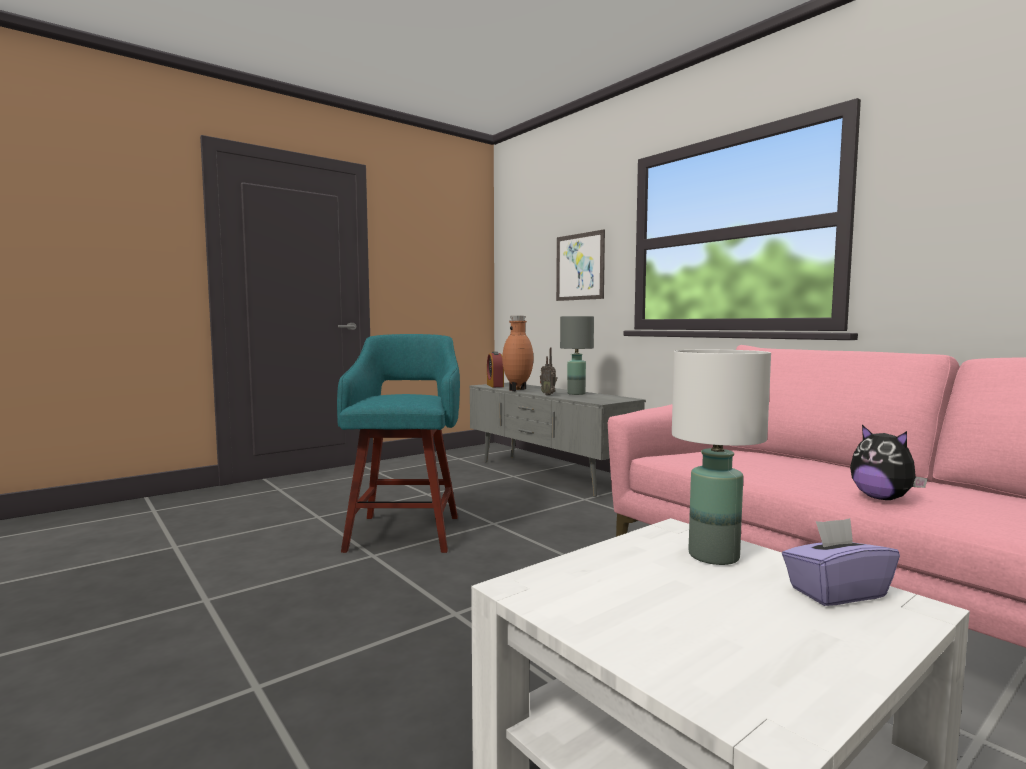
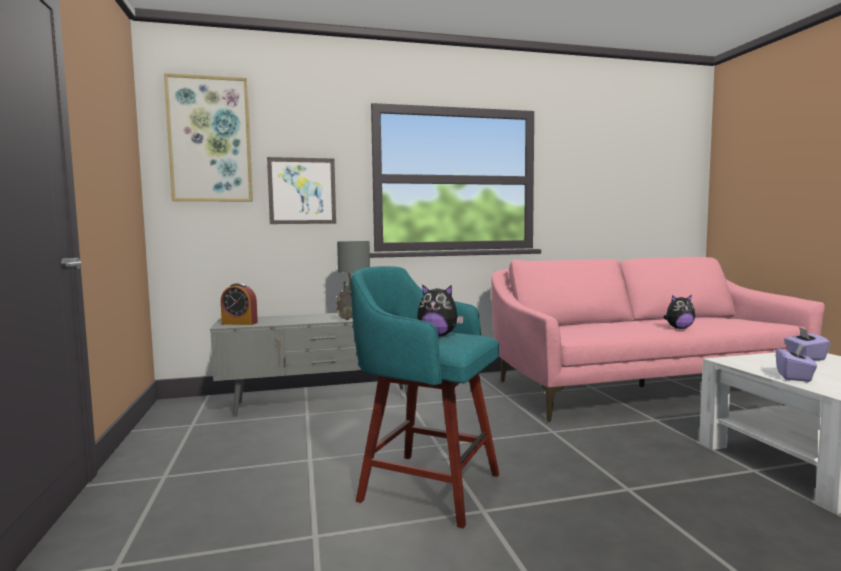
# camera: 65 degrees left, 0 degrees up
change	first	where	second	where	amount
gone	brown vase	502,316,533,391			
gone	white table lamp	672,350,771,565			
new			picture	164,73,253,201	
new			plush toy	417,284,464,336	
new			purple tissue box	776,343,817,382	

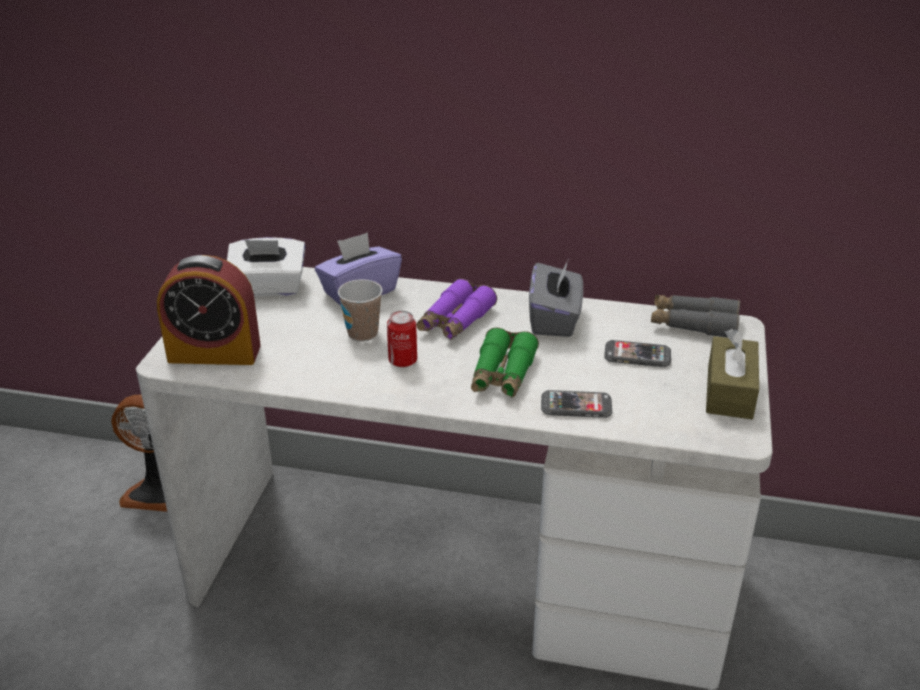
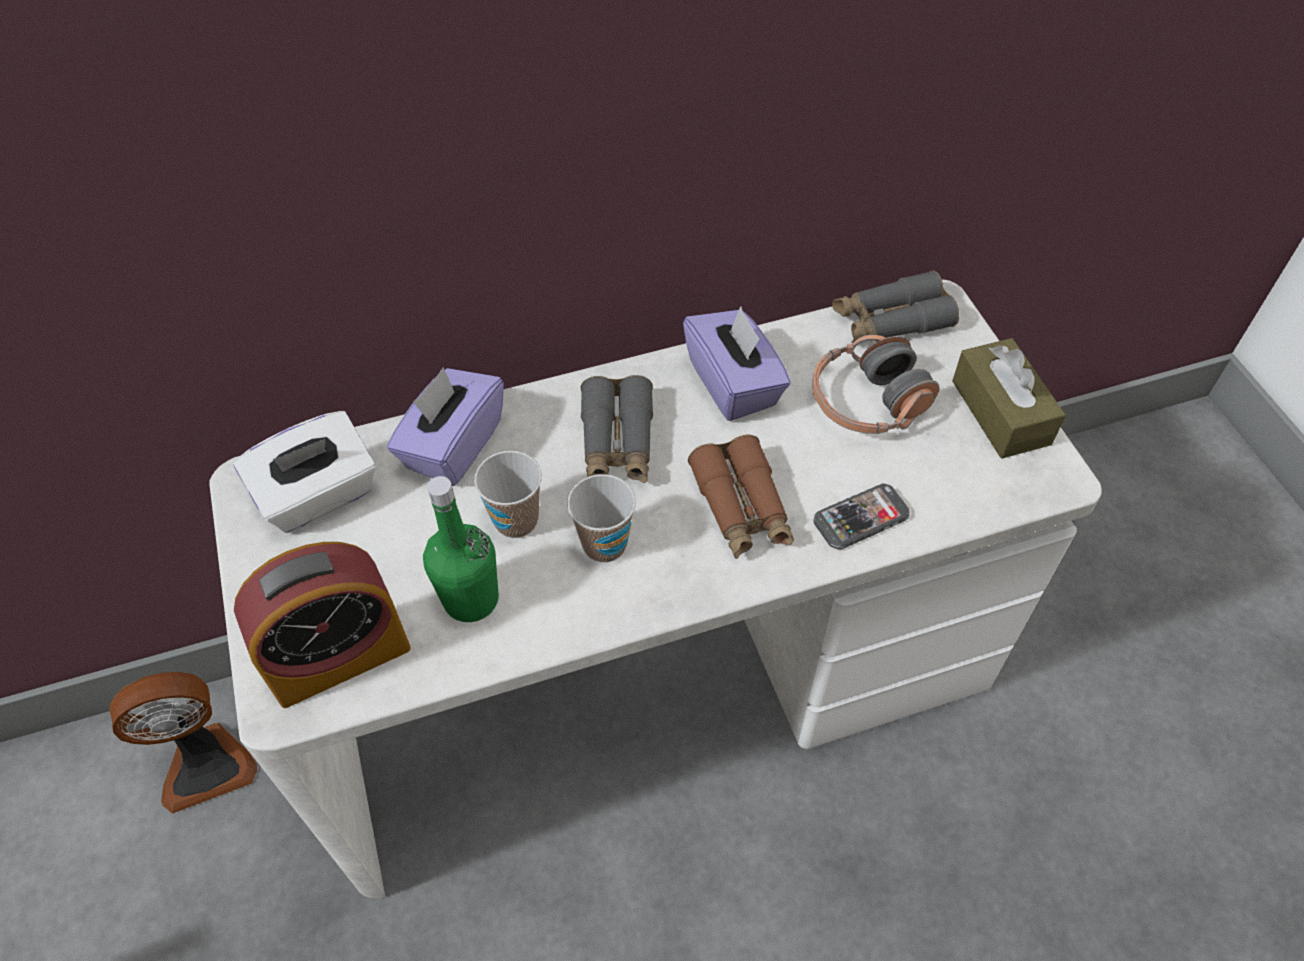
# camera: 30 degrees left, 20 degrees up
change	first	where	second	where	amount
repainted	grey tissue box	529,261,583,337	purple tissue box	683,306,791,421	
repainted	purple binoculars	416,278,497,340	grey binoculars	581,375,653,483	
swapped	can	387,311,417,367	cup	567,474,636,563	
repainted	green binoculars	471,327,539,398	brown binoculars	688,435,794,559	
swapped	phone	604,340,671,367	headphones	812,335,940,434	
new			green bottle	423,476,499,622	

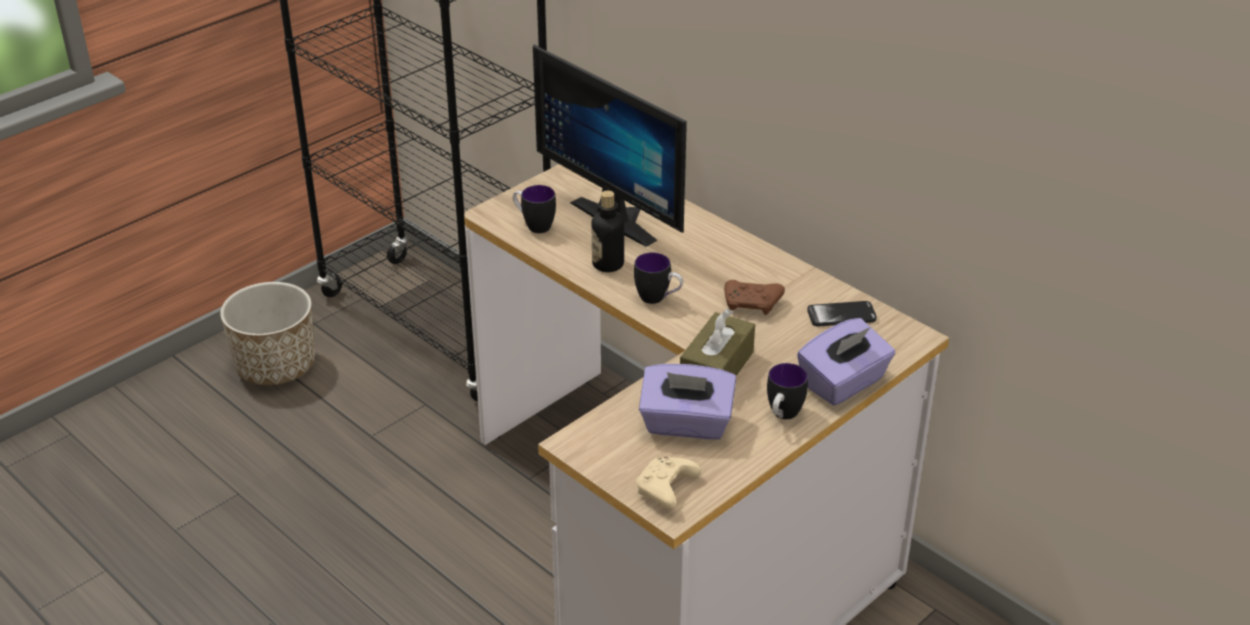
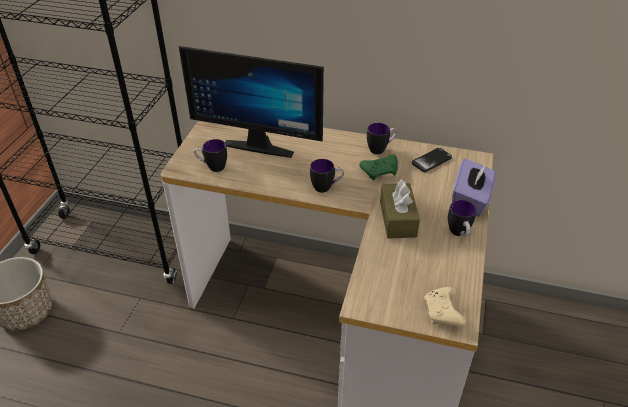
# camera: 30 degrees left, 5 degrees up
change	first	where	second	where	amount
gone	bottle	591,190,624,272			
repainted	brown game controller	724,280,785,315	green game controller	359,154,398,180	
gone	purple tissue box	639,364,736,440			
new			mug	367,123,397,154	

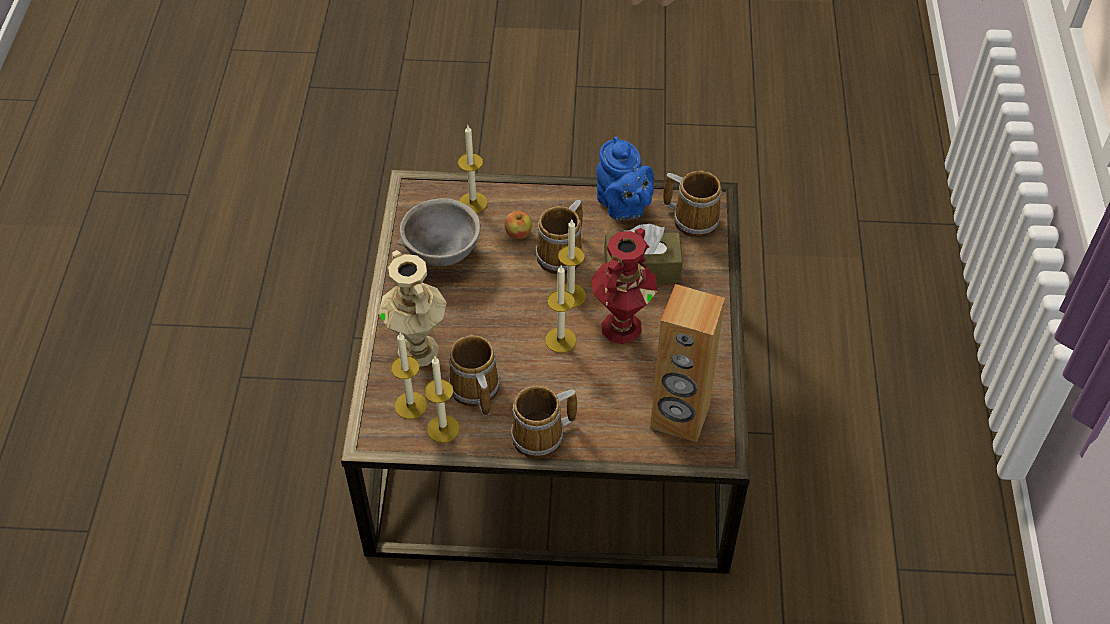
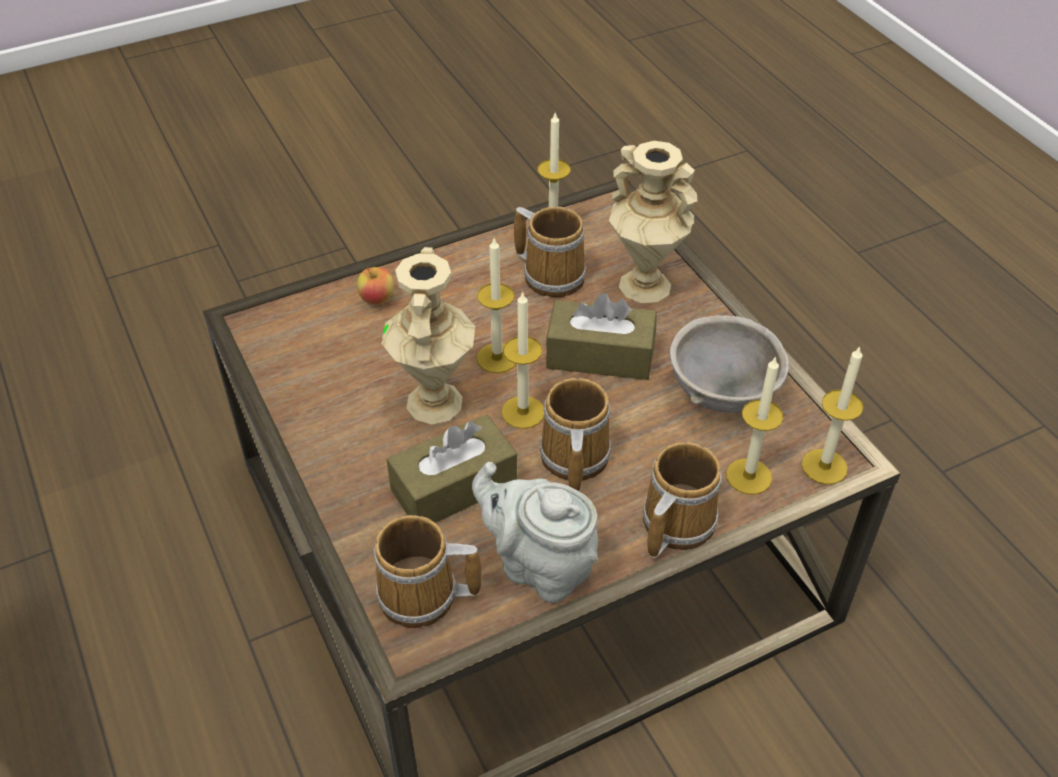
# camera: 150 degrees right, 5 degrees down
change	first	where	second	where	amount
repainted	blue teapot	596,137,654,220	grey teapot	472,462,598,603	
shifted	apple	504,211,532,239		357,267,394,305	
repainted	red vase	591,228,657,344	beige vase	381,247,475,425	
gone	brown speaker	650,284,725,442			
shifted	candle	391,333,427,419		802,346,863,485	
shifted	mug	511,386,577,459		643,442,722,558	
new			brown tissue box	546,293,657,380	

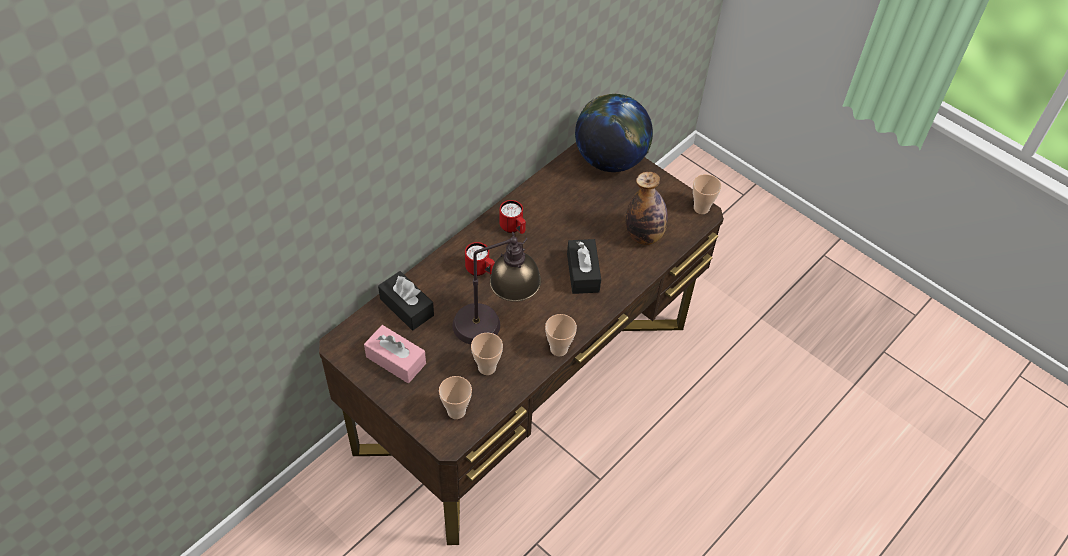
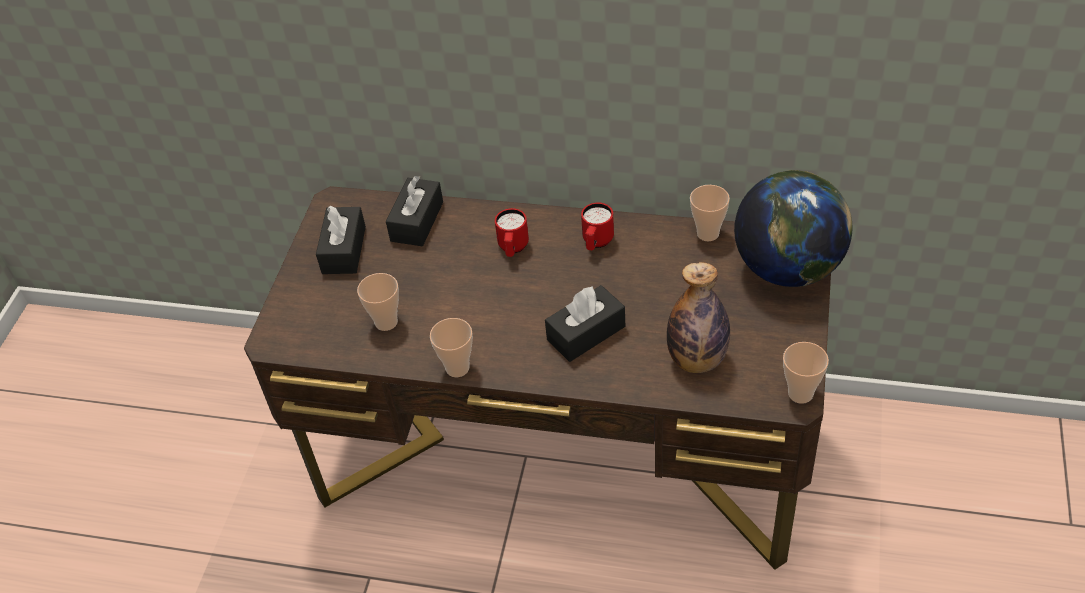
# camera: 65 degrees right, 5 degrees down
change	first	where	second	where	amount
gone	table lamp	452,232,541,344			
repainted	pink tissue box	364,325,426,383	black tissue box	316,206,366,274	
shifted	cup	439,376,472,419		690,185,730,241	

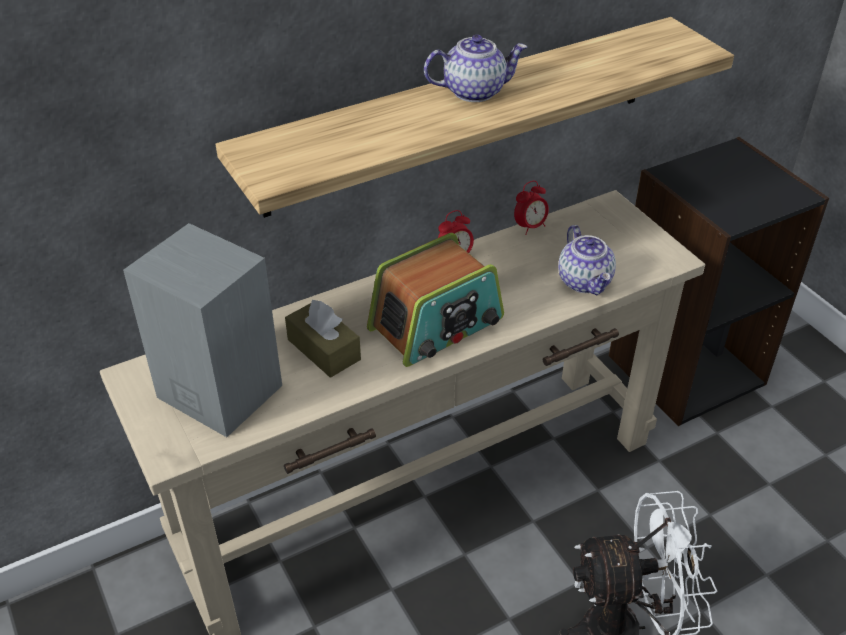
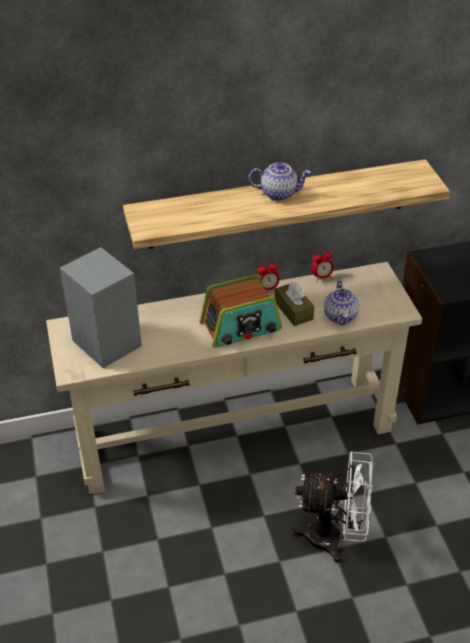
# camera: 15 degrees right, 0 degrees up
change	first	where	second	where	amount
shifted	brown tissue box	285,299,361,378		275,281,314,326	

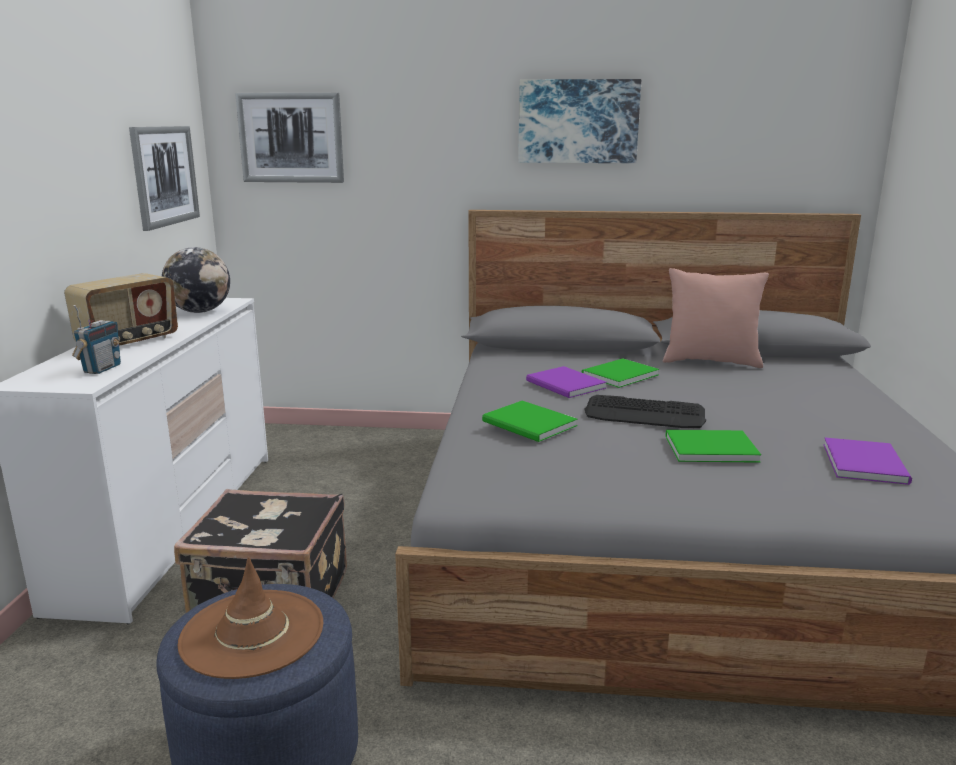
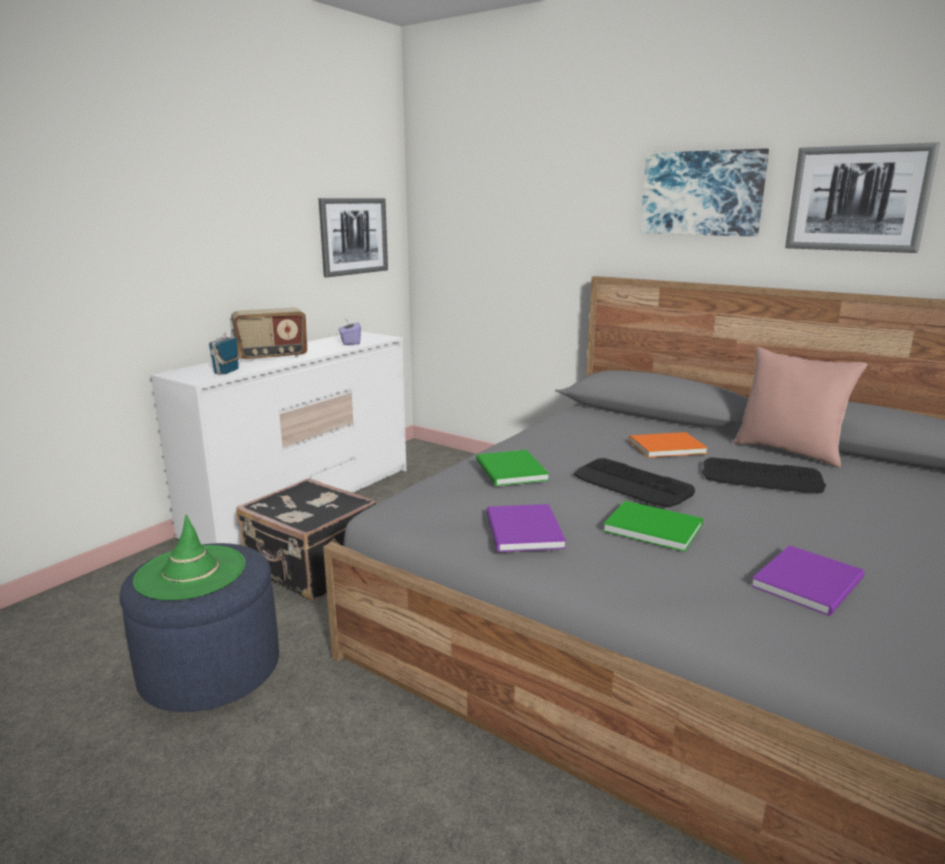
# camera: 30 degrees right, 0 degrees up
change	first	where	second	where	amount
shifted	picture	235,93,344,183		785,142,940,253	
swapped	globe	162,247,230,313	purple tissue box	338,319,361,345	
rotated	radio	72,305,121,374		209,320,242,375	150 degrees clockwise
repainted	green book	581,358,659,388	orange book	629,432,708,458	
shifted	purple book	526,366,607,398		487,504,566,552	
repainted	brown hat	178,557,323,679	green hat	133,514,246,600	
new			keyboard	702,457,826,493	

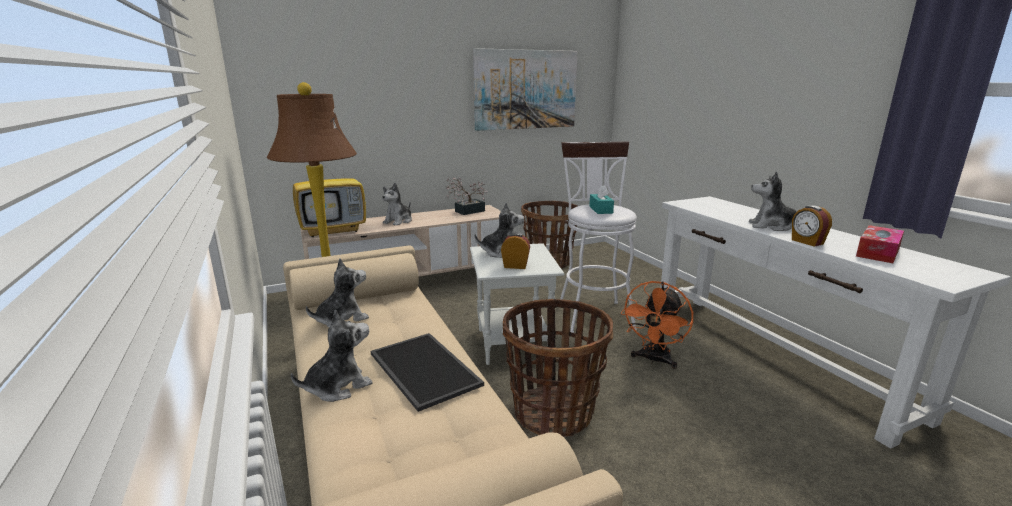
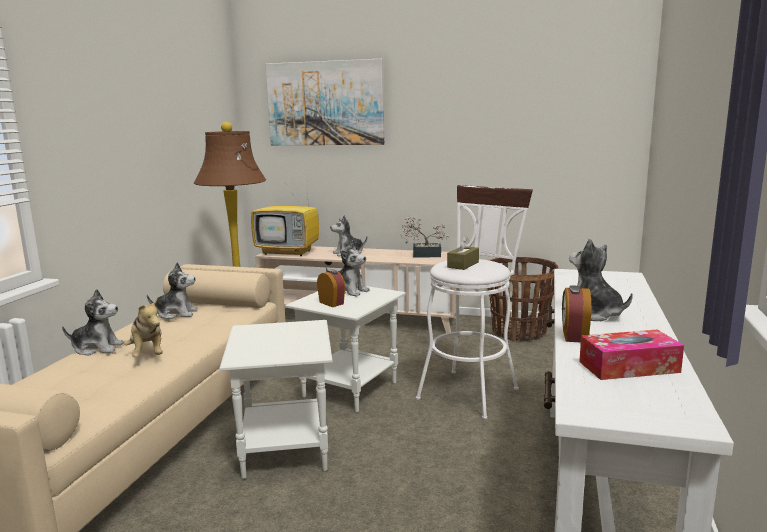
# camera: 40 degrees right, 5 degrees down
change	first	where	second	where	amount
shifted	picture	473,48,577,131		266,59,384,145	
repainted	turquoise tissue box	589,185,614,214	brown tissue box	447,236,479,270	
gone	orange fan	621,281,693,369			
swapped	basket	503,299,613,437	white side table	219,320,333,479	
swapped	tray	371,333,484,412	plush toy	124,298,163,357	

